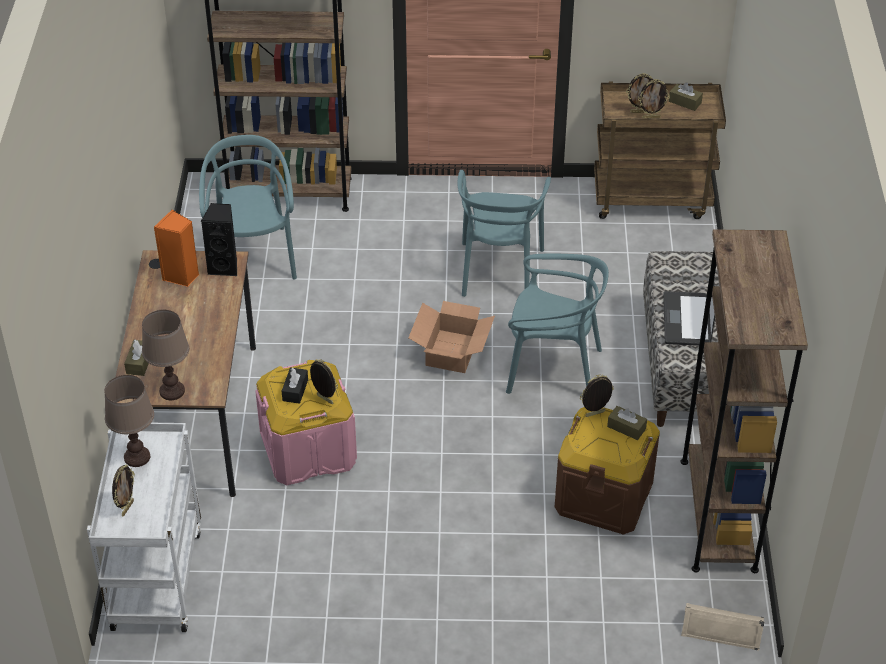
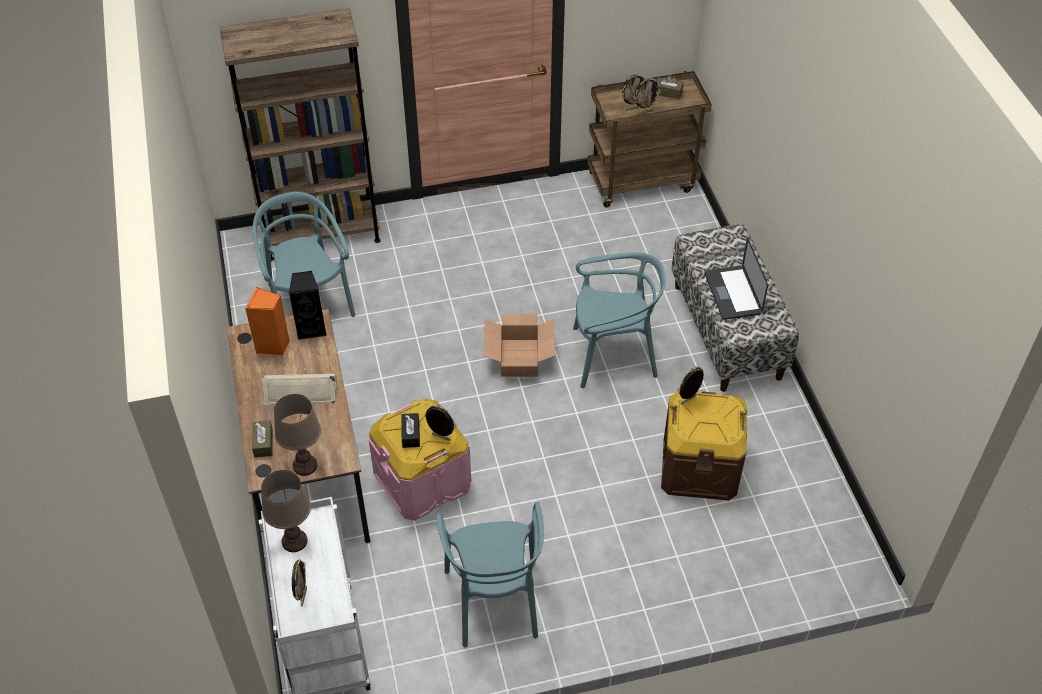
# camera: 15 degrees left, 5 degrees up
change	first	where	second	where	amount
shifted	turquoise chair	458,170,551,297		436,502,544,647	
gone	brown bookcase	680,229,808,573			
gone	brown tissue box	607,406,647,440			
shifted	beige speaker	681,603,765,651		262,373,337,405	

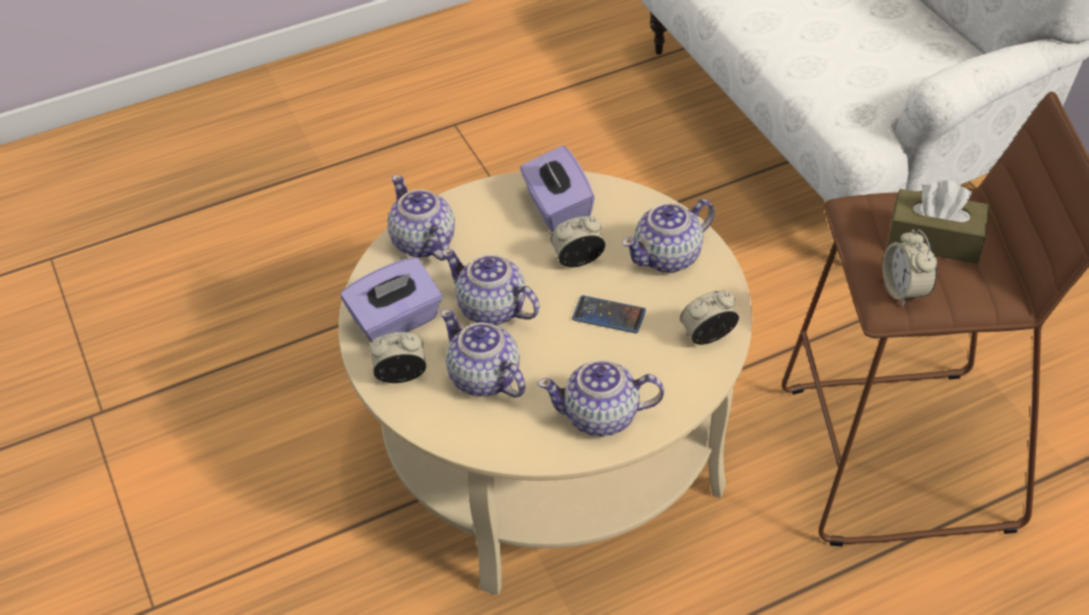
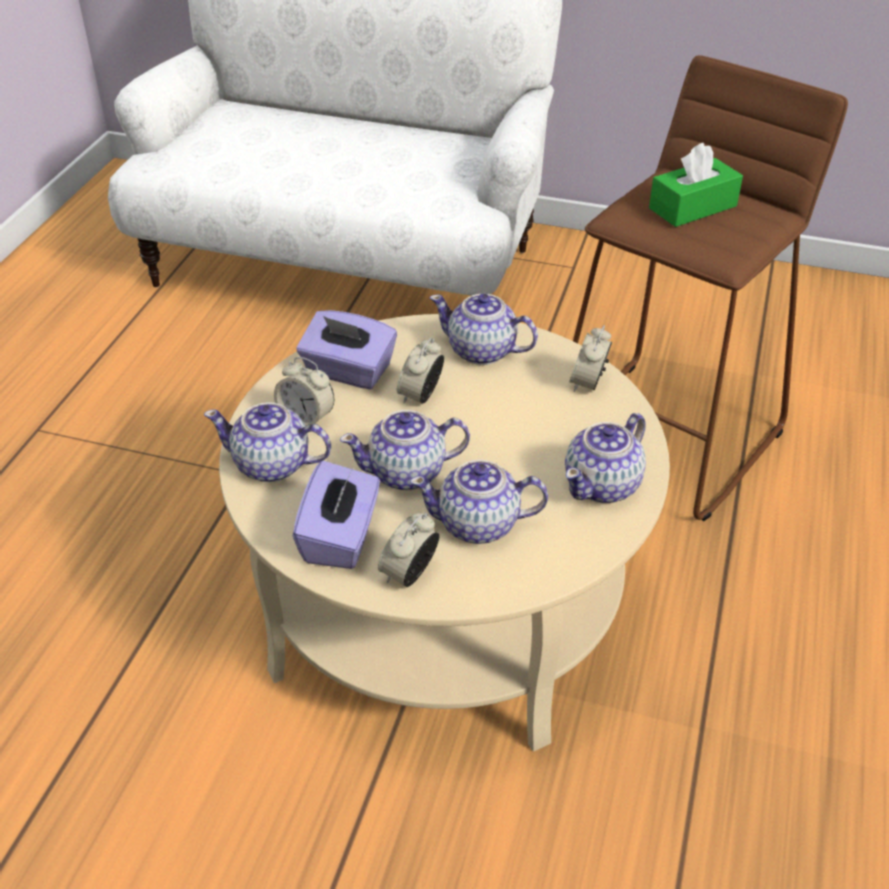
# camera: 50 degrees left, 5 degrees down
change	first	where	second	where	amount
repainted	brown tissue box	888,181,990,264	green tissue box	649,143,743,227	
rotated	teapot	622,199,714,273		430,294,538,365	105 degrees clockwise
shifted	alarm clock	882,229,937,306		274,357,334,426	
gone	phone	572,295,646,333			

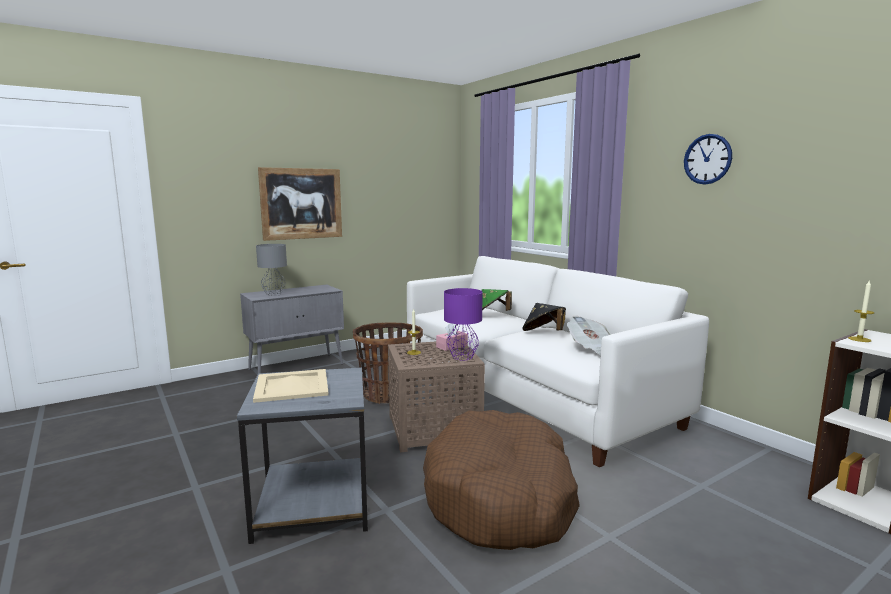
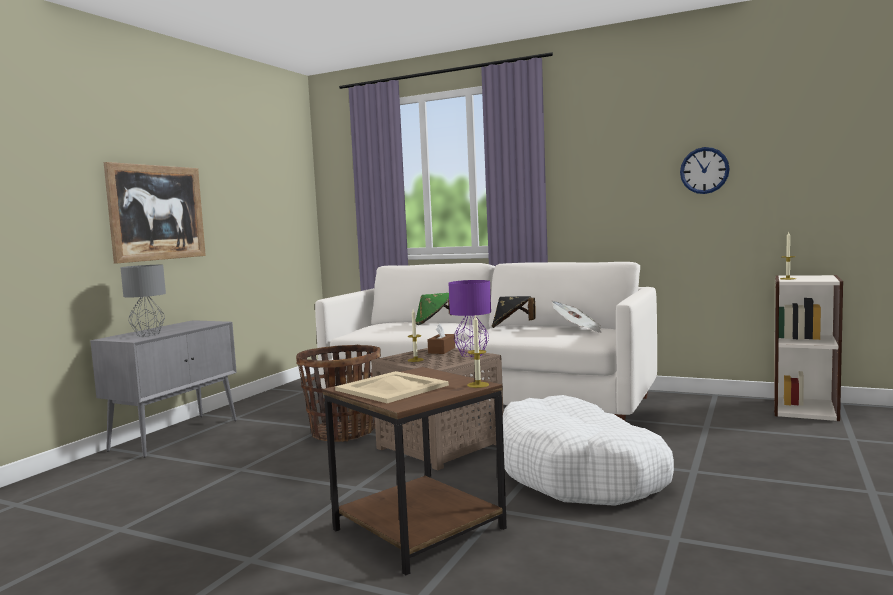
# camera: 30 degrees left, 5 degrees down
change	first	where	second	where	amount
shifted	wall clock	684,134,732,185		680,147,730,194	
repainted	pink tissue box	436,323,468,351	brown tissue box	428,323,455,354	
repainted	grey side table	237,368,368,544	brown side table	323,367,507,575	
repainted	brown dog bed	423,410,580,550	white dog bed	503,395,674,506	
new			candle	467,315,489,388	

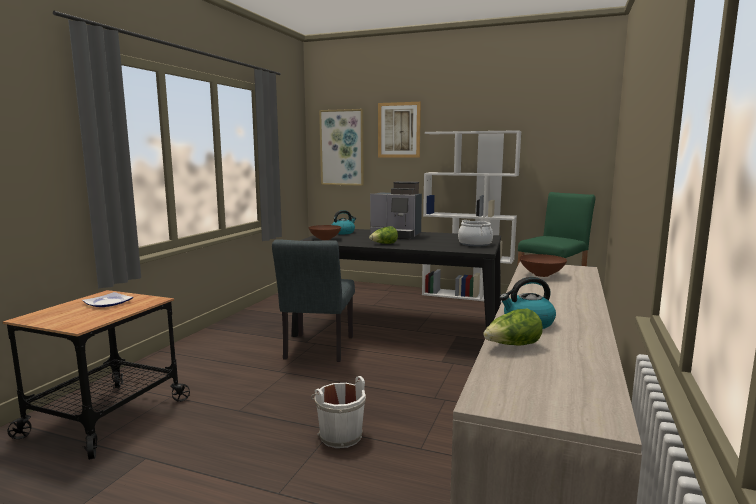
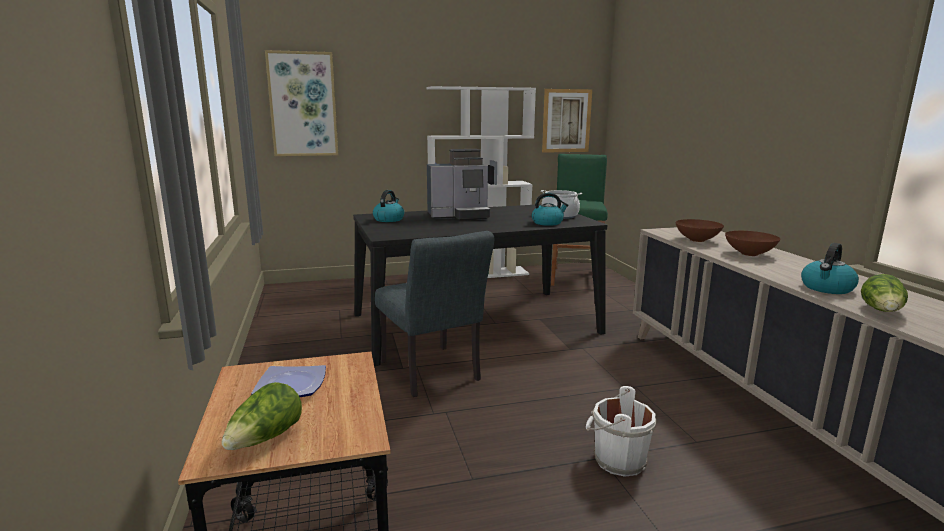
# camera: 35 degrees left, 5 degrees up
change	first	where	second	where	amount
shifted	picture	378,102,421,158		542,89,592,153	
shifted	brown bowl	309,225,341,240		725,231,780,256	
shifted	lettuce	369,226,398,244		222,382,302,450	
new			kettle	532,193,568,226	

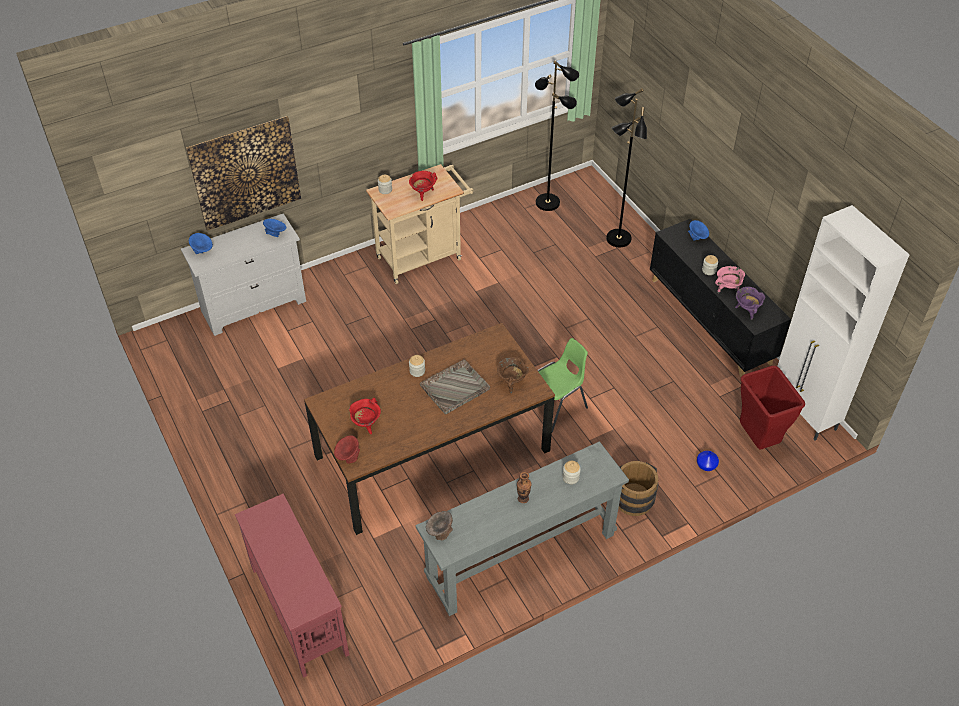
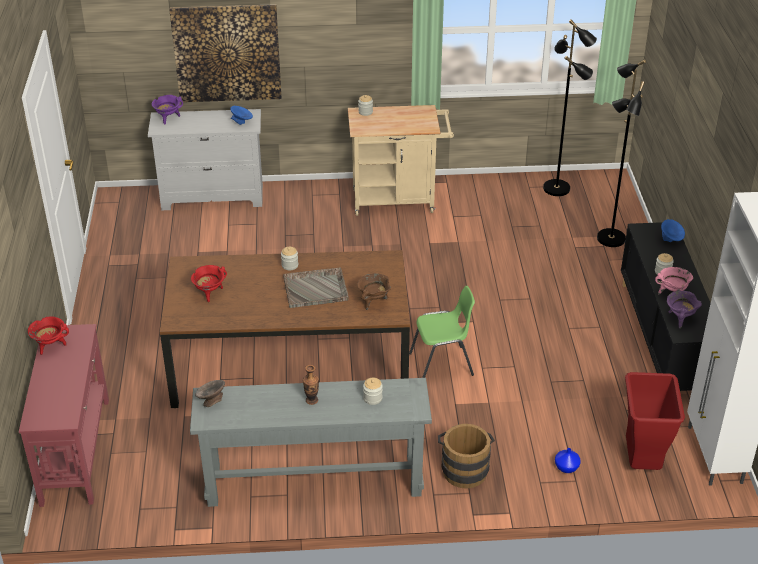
# camera: 25 degrees right, 10 degrees down
change	first	where	second	where	amount
shifted	red cooking pot	409,171,437,201		28,316,69,355	
swapped	blue bowl	189,233,213,254	purple cooking pot	152,95,183,125	
gone	red bowl	334,435,360,464			

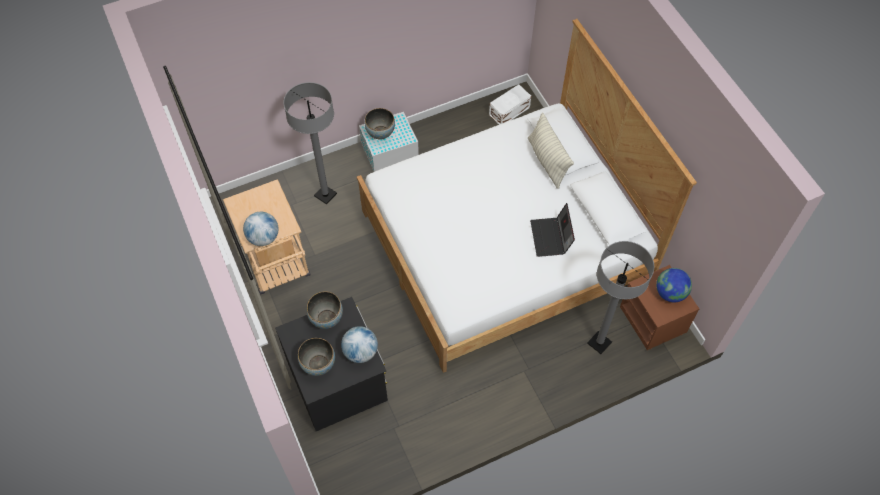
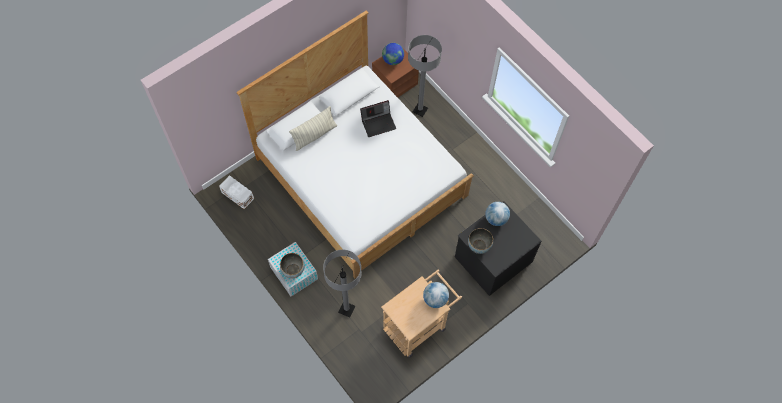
# camera: 105 degrees left, 5 degrees up
change	first	where	second	where	amount
gone	bowl	298,338,335,376			

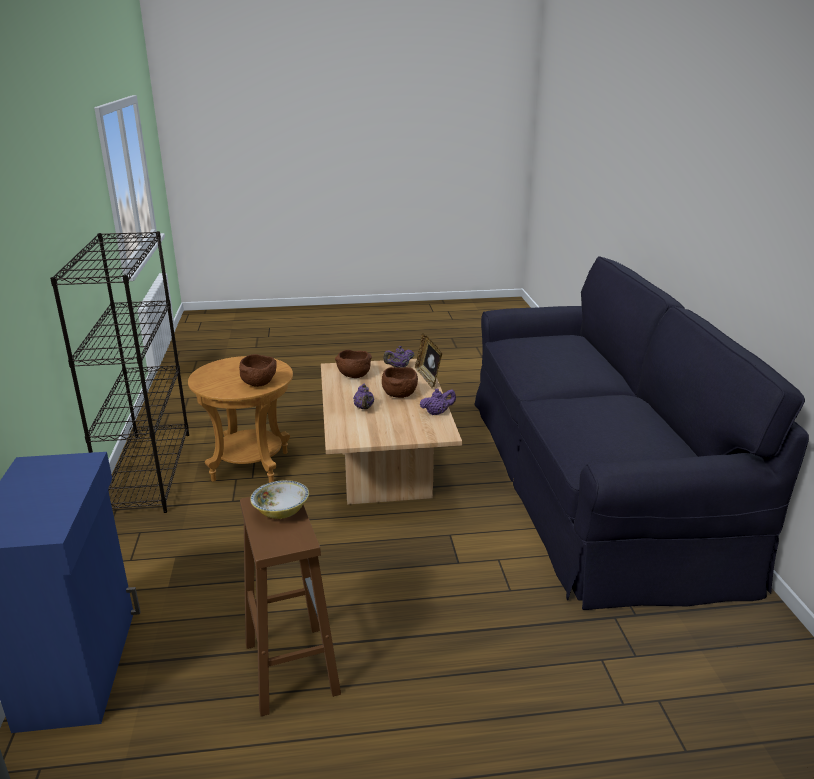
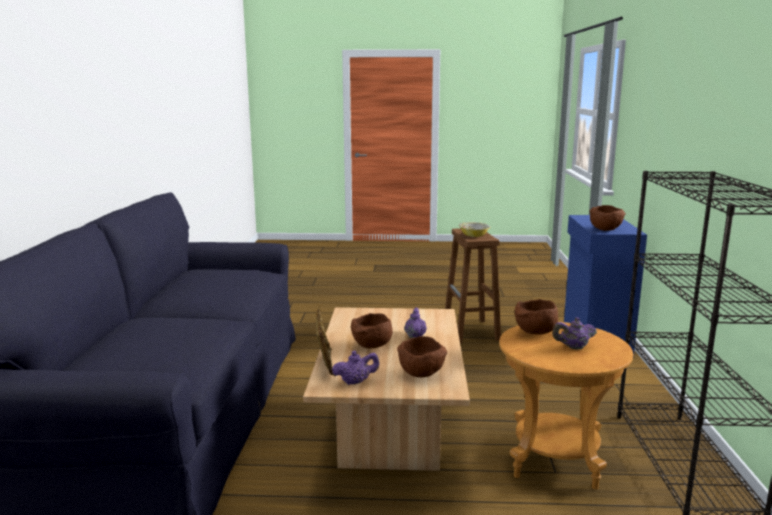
# camera: 170 degrees left, 10 degrees down
change	first	where	second	where	amount
shifted	purple teapot	420,388,456,415		552,317,597,349	
new			brown bowl	590,205,626,231	

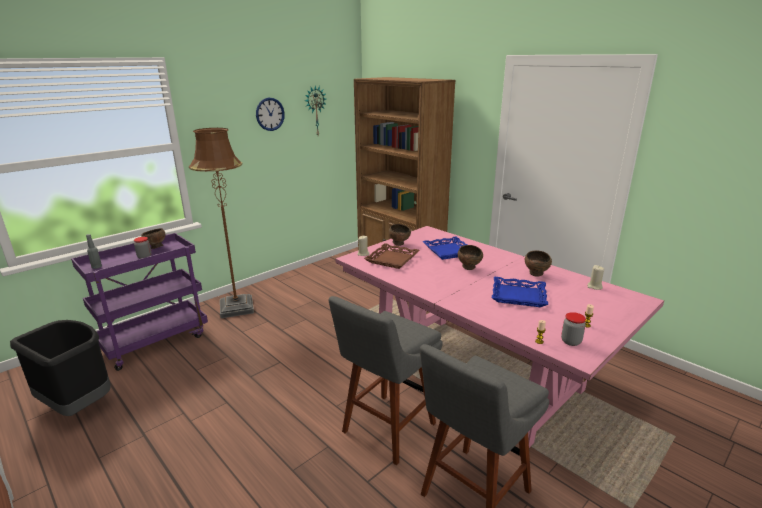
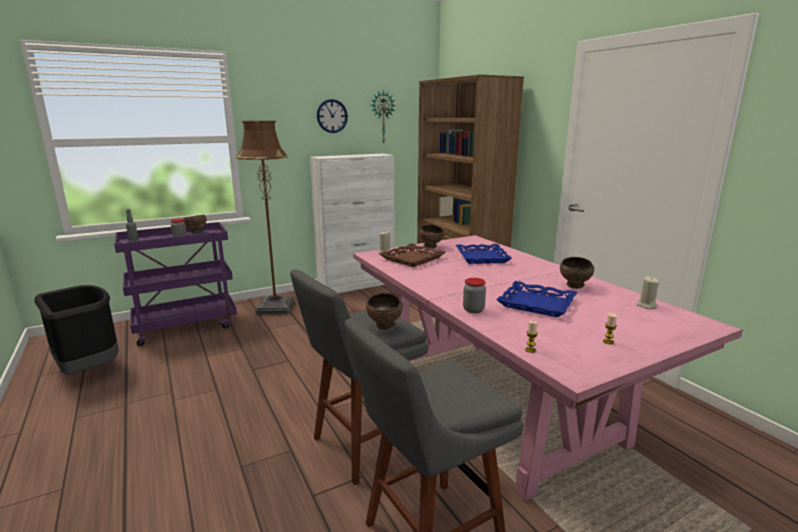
# camera: 15 degrees right, 5 degrees down
change	first	where	second	where	amount
shifted	brown bowl	458,245,483,270		366,293,403,330	
shifted	jar	561,312,586,346		463,278,486,313	
new			white cabinet	310,154,395,293	

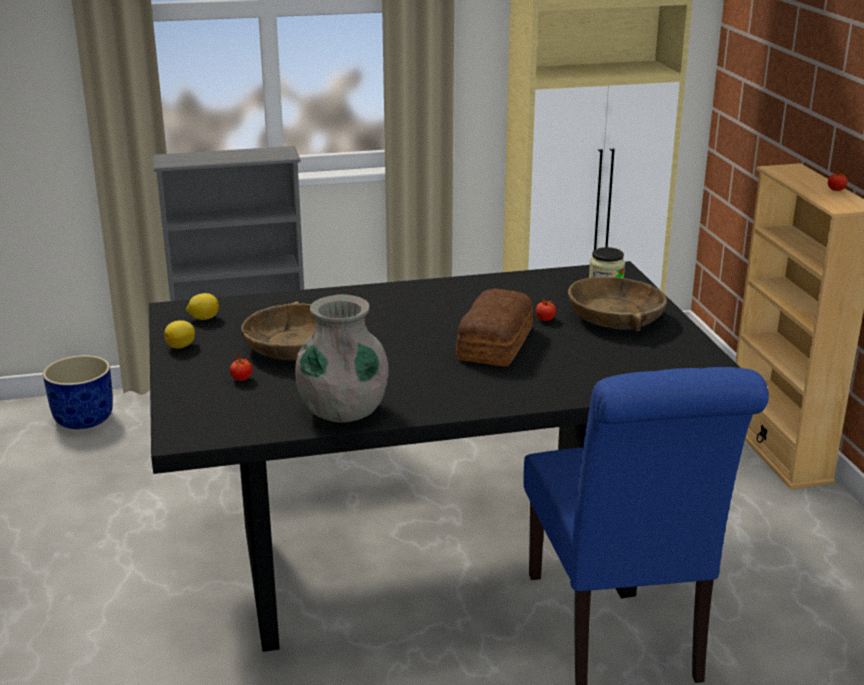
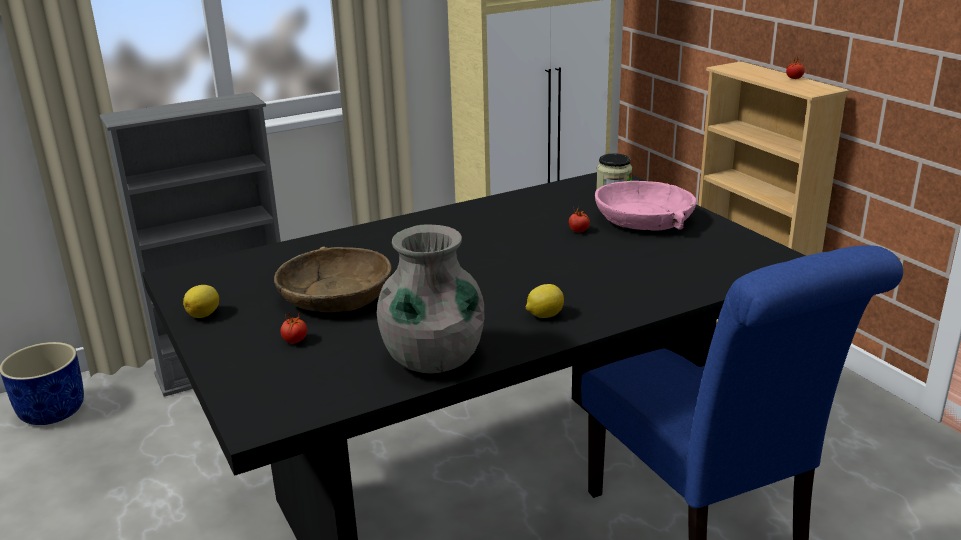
# camera: 15 degrees left, 0 degrees up
change	first	where	second	where	amount
repainted	brown bowl	568,277,667,331	pink bowl	595,181,697,231	
gone	bread	456,289,533,366			
shifted	lemon	186,293,219,320		526,284,564,318	

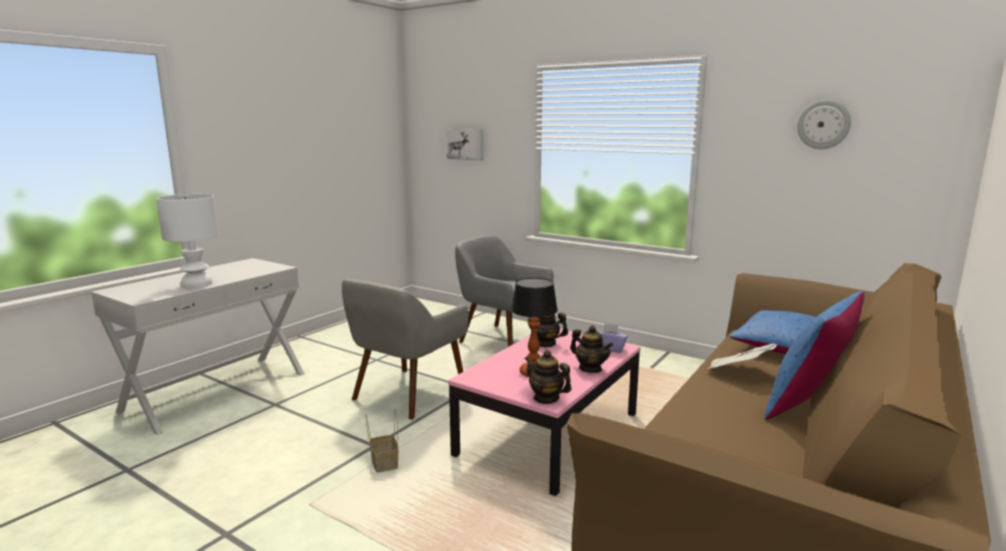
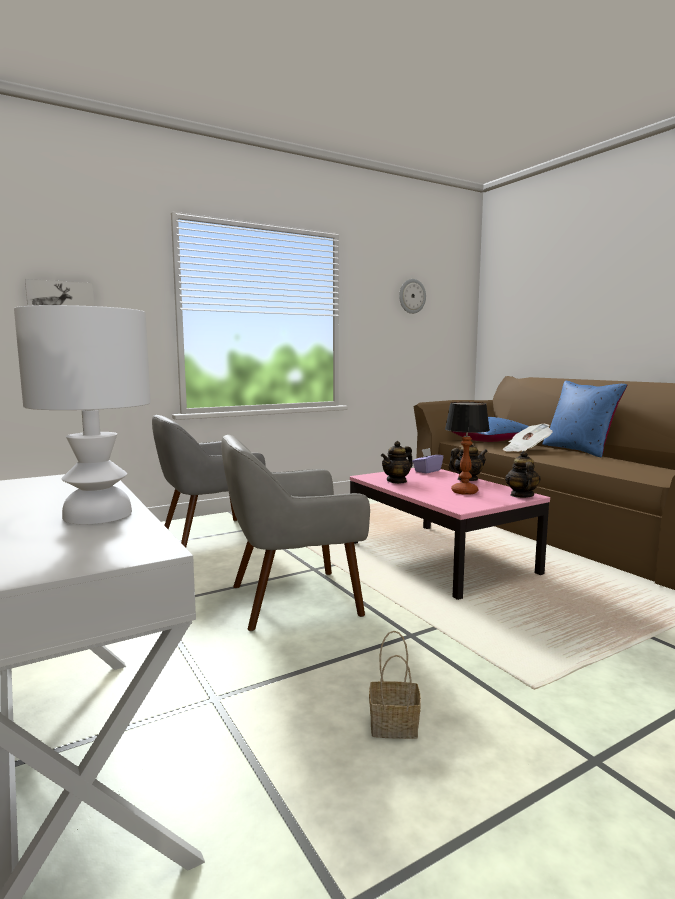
# camera: 65 degrees left, 5 degrees down
change	first	where	second	where	amount
rotated	grey armchair	342,279,469,420		221,435,370,631	105 degrees clockwise
rotated	teapot	525,350,572,404		505,451,541,498	120 degrees clockwise
shifted	basket	366,409,398,473		369,631,421,739	

